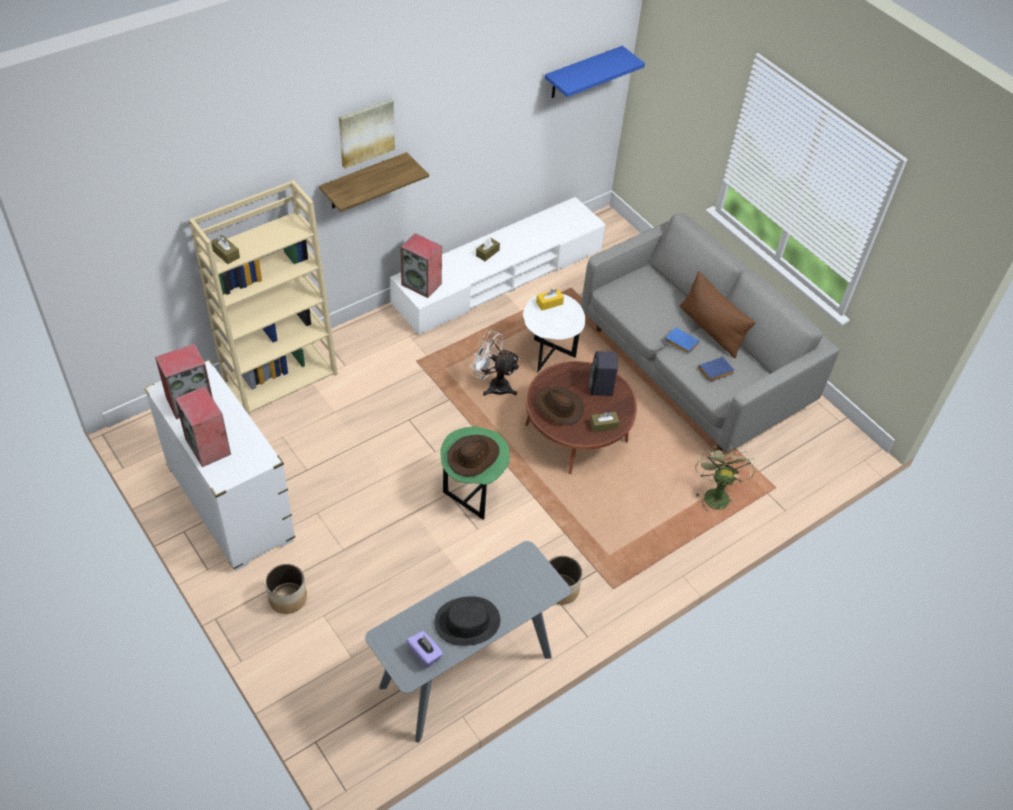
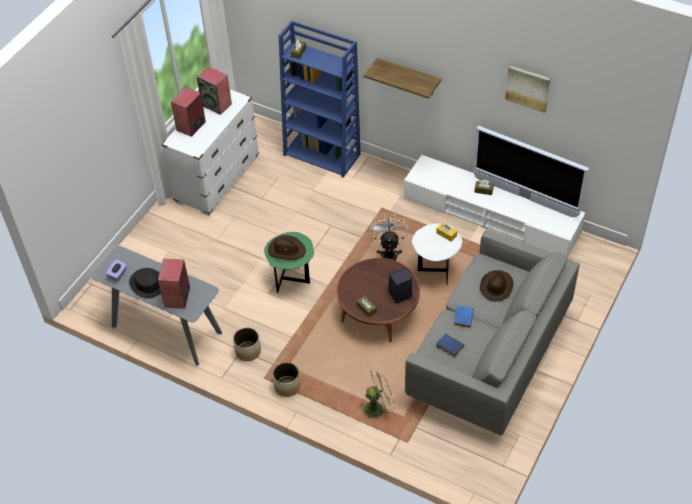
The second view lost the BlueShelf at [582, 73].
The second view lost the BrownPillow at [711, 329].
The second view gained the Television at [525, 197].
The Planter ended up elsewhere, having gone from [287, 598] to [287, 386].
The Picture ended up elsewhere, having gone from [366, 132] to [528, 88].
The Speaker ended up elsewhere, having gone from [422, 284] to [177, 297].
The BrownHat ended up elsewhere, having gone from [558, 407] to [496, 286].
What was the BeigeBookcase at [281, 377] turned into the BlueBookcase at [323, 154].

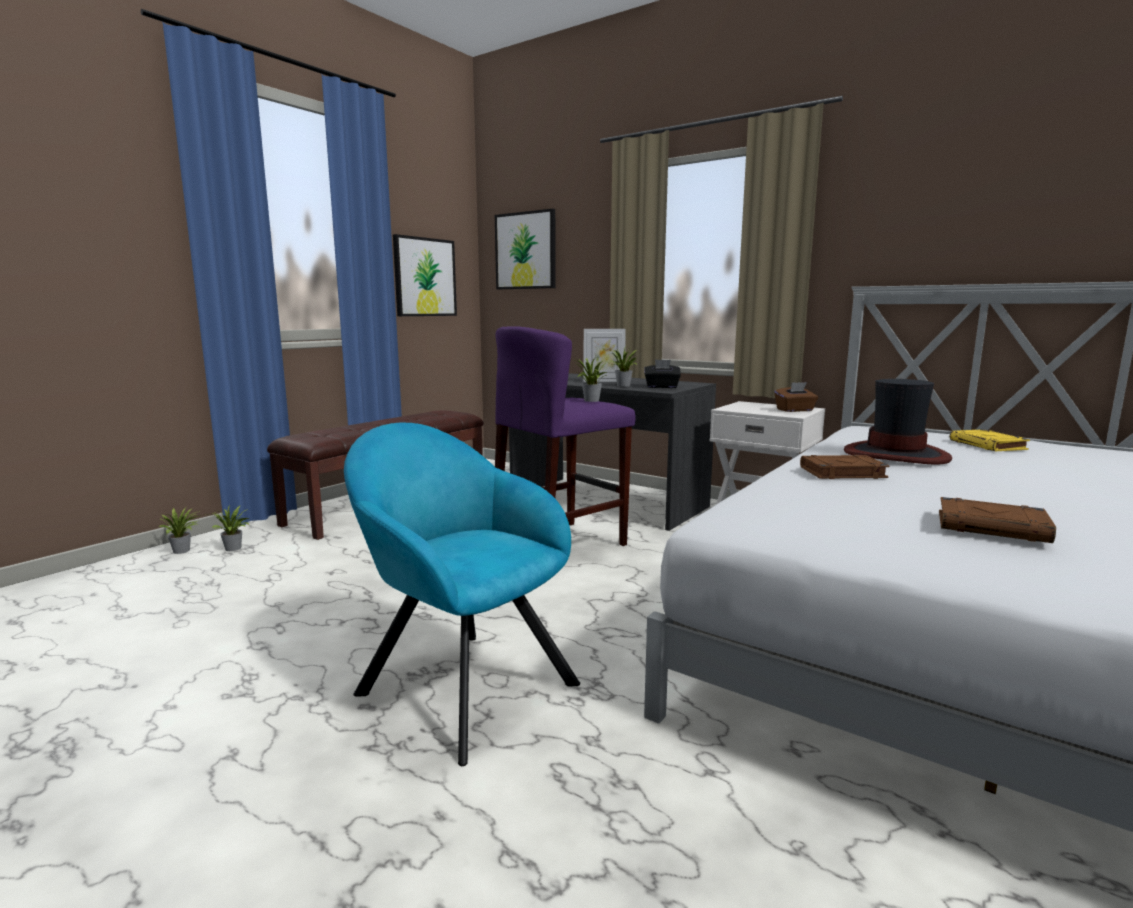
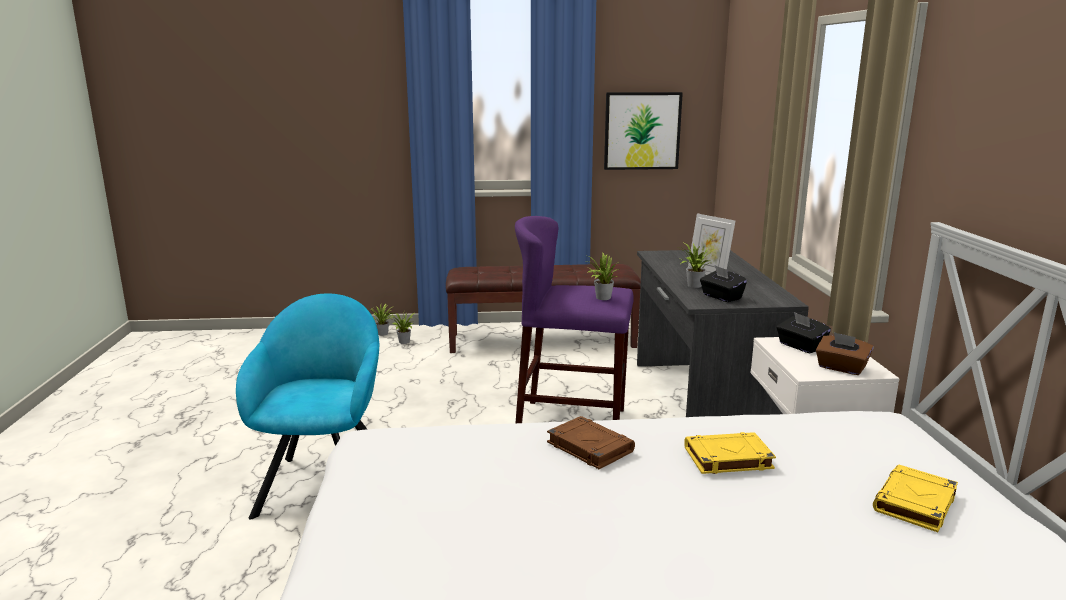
The second view lost the Picture at [526, 251].
The second view lost the BrownBook at [993, 527].
The second view gained the BlackTissueBox at [800, 346].
Where the Hat stood at [896, 455], the YellowBook came to stand at [727, 458].

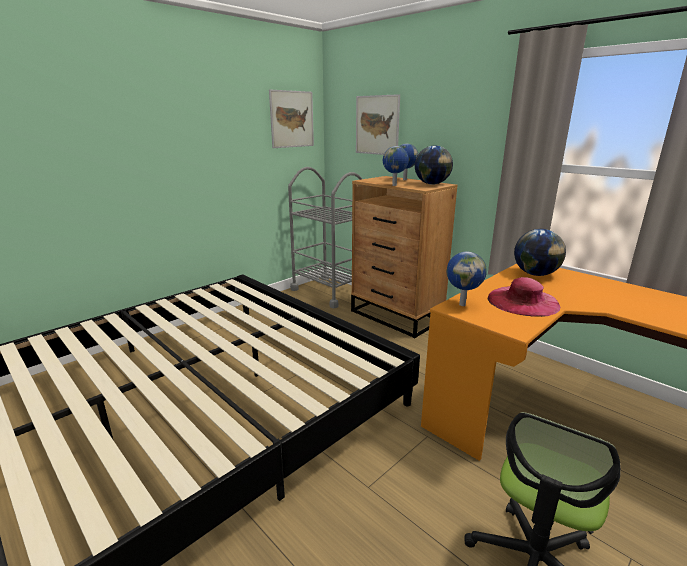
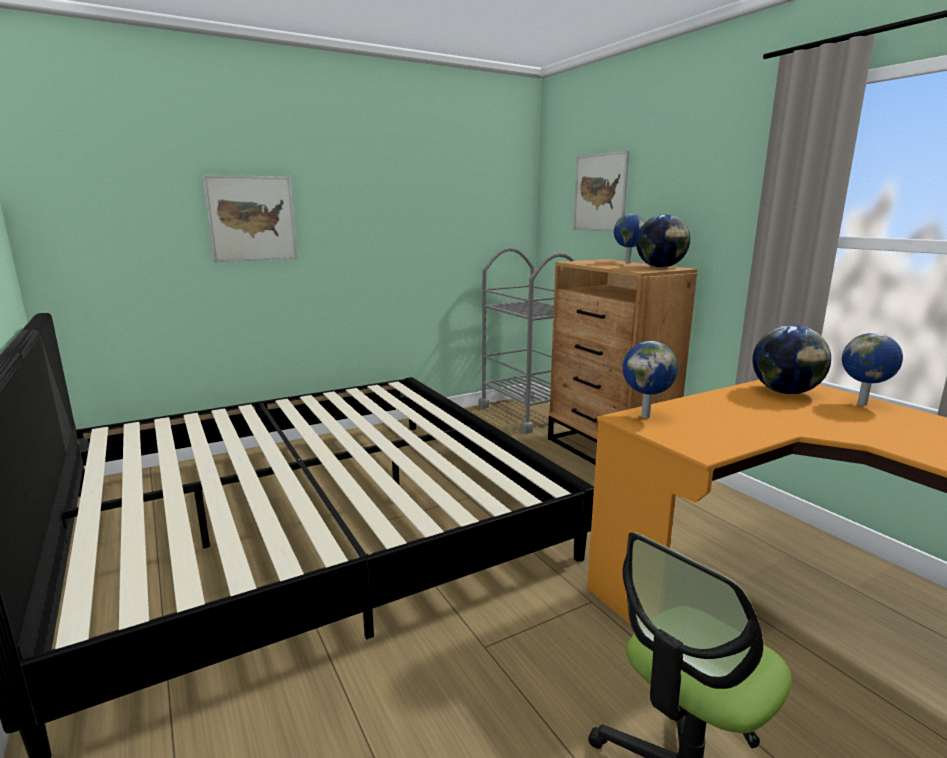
The second view lost the PinkHat at [523, 301].
The Picture ended up elsewhere, having gone from [292, 119] to [252, 218].
The Globe ended up elsewhere, having gone from [395, 185] to [863, 404].

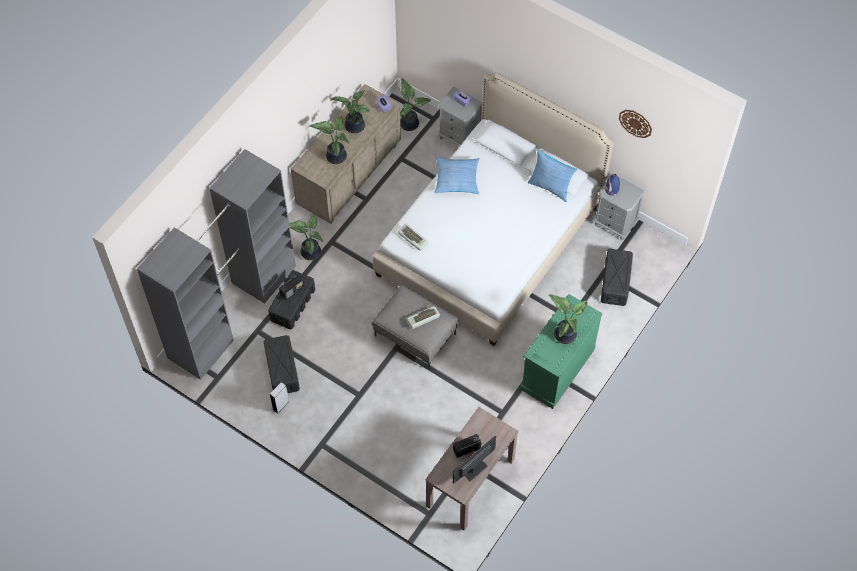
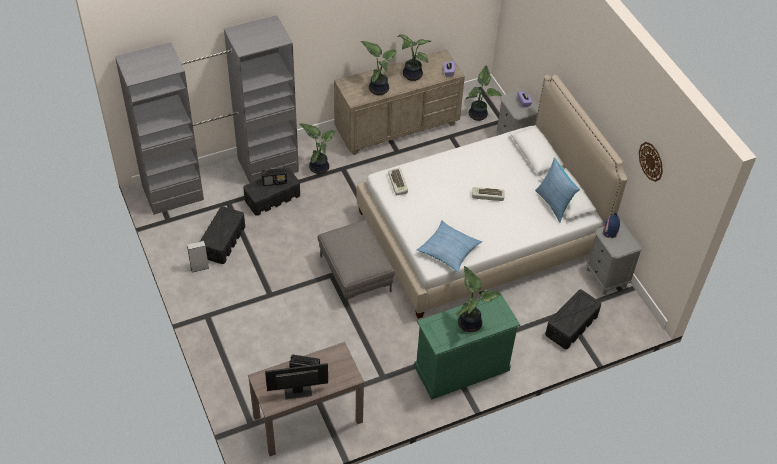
The Keyboard ended up elsewhere, having gone from [423, 319] to [487, 196].
The Pillow ended up elsewhere, having gone from [457, 179] to [448, 250].

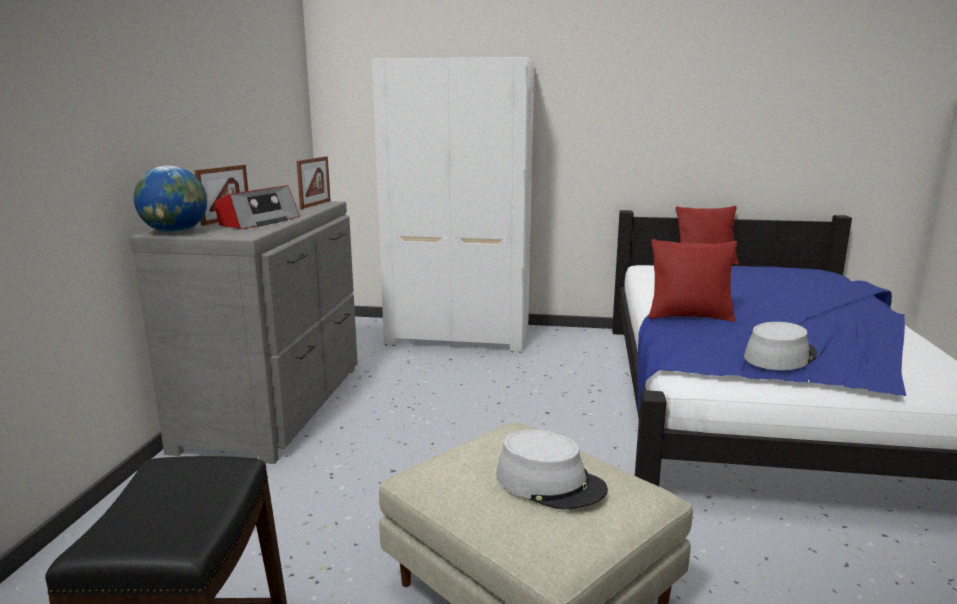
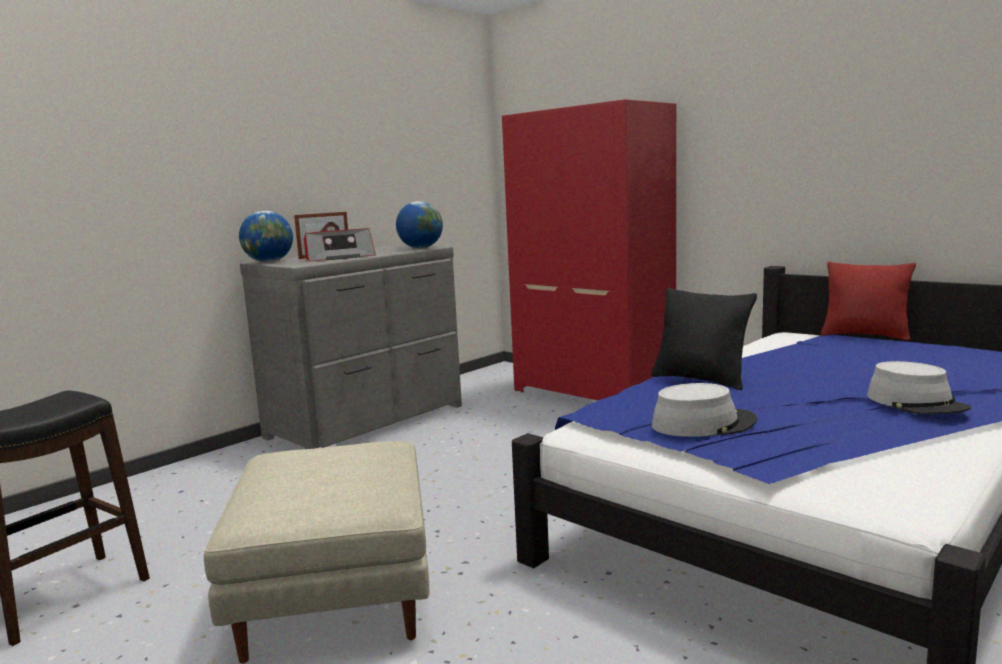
The GreyHat ended up elsewhere, having gone from [550, 483] to [916, 403].
Where the PictureFrame stood at [315, 204], the Globe came to stand at [421, 248].
What was the WhiteWardrobe at [460, 335] turned into the RedWardrobe at [595, 392].
What was the RedPillow at [689, 316] turned into the BlackPillow at [700, 380].

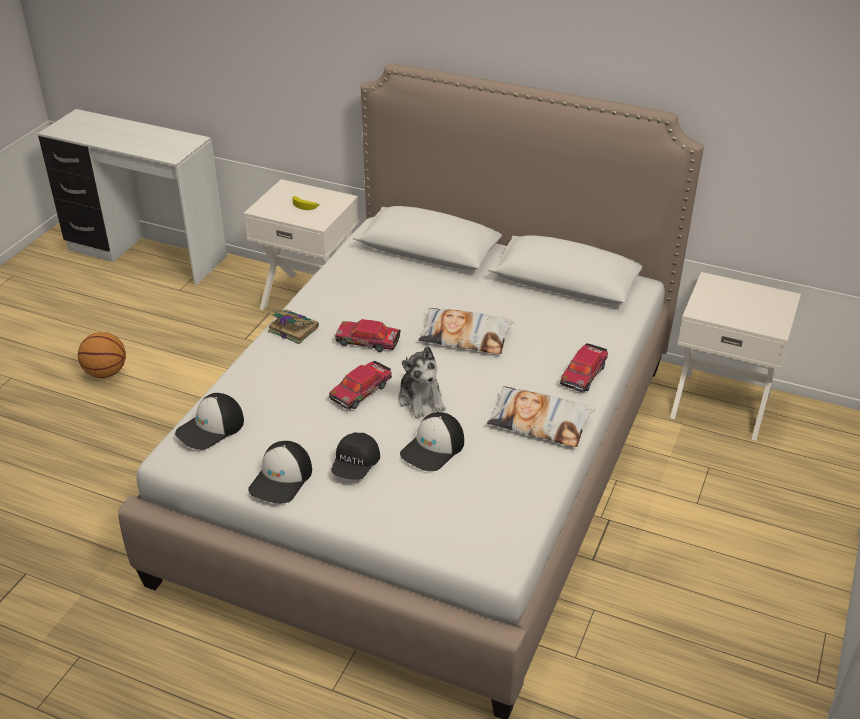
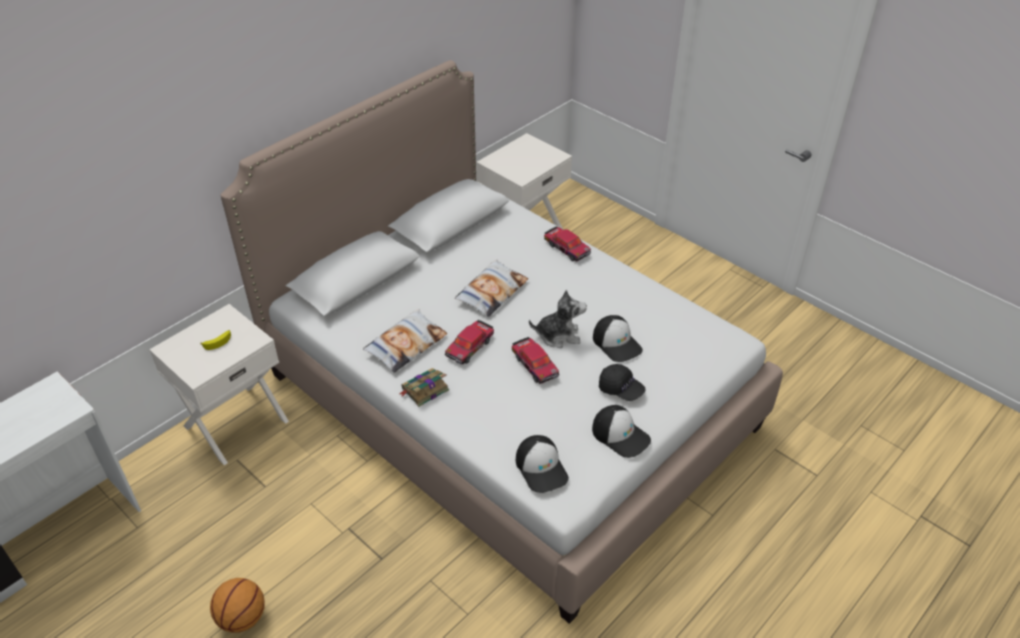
The Pillow ended up elsewhere, having gone from [539, 422] to [406, 345].

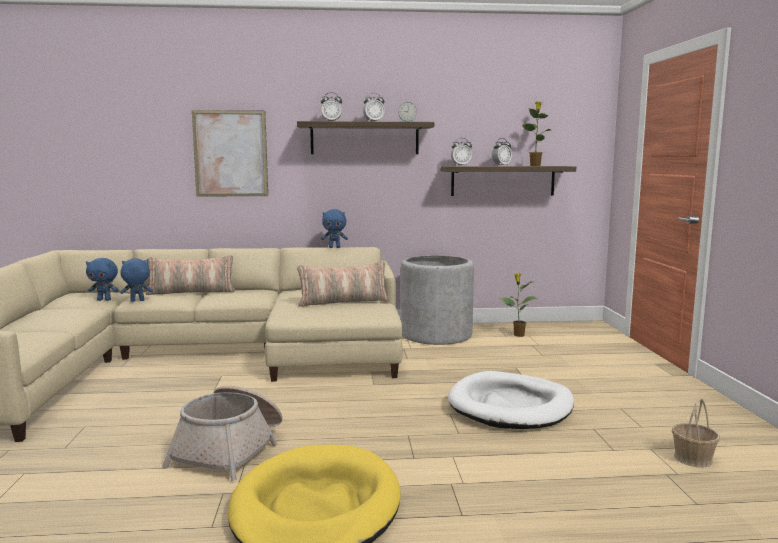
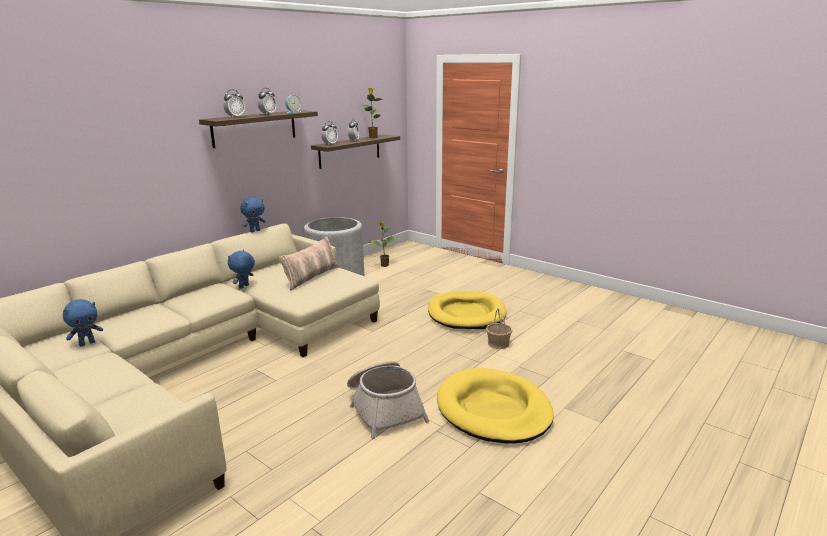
The second view lost the Pillow at [191, 292].
The second view lost the Picture at [230, 153].
The BluePlushToy ended up elsewhere, having gone from [137, 301] to [244, 287].
The Basket ended up elsewhere, having gone from [692, 458] to [498, 344].
What was the WhiteDogBed at [511, 406] turned into the YellowDogBed at [466, 314].

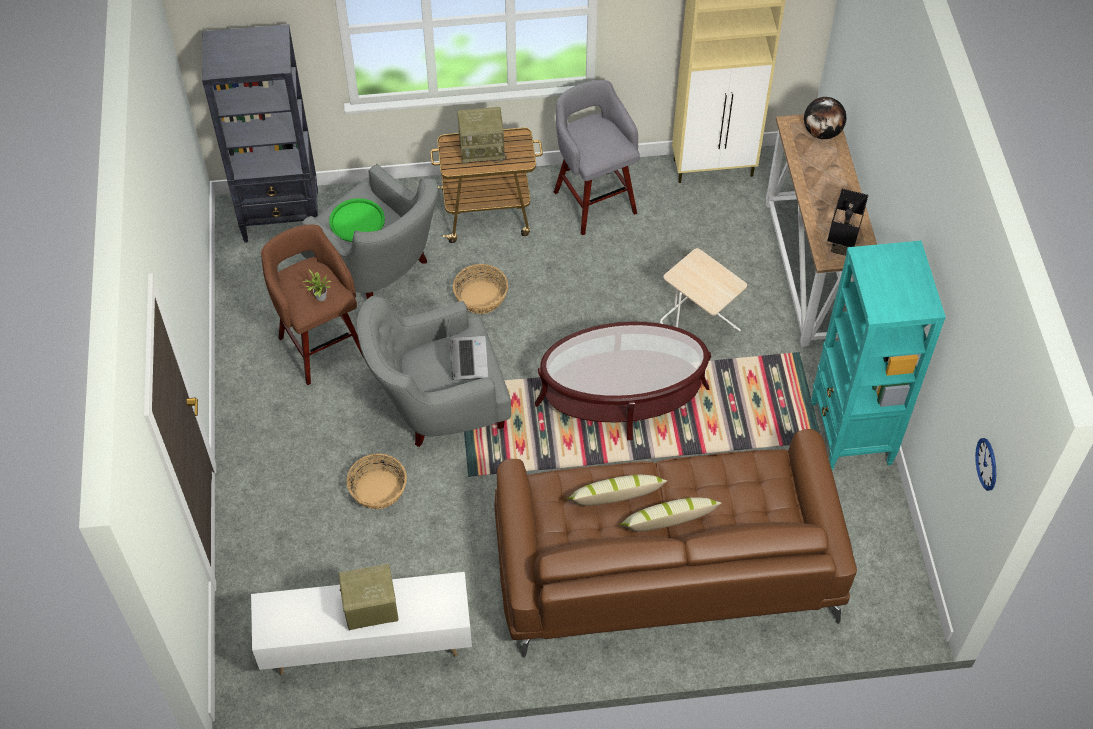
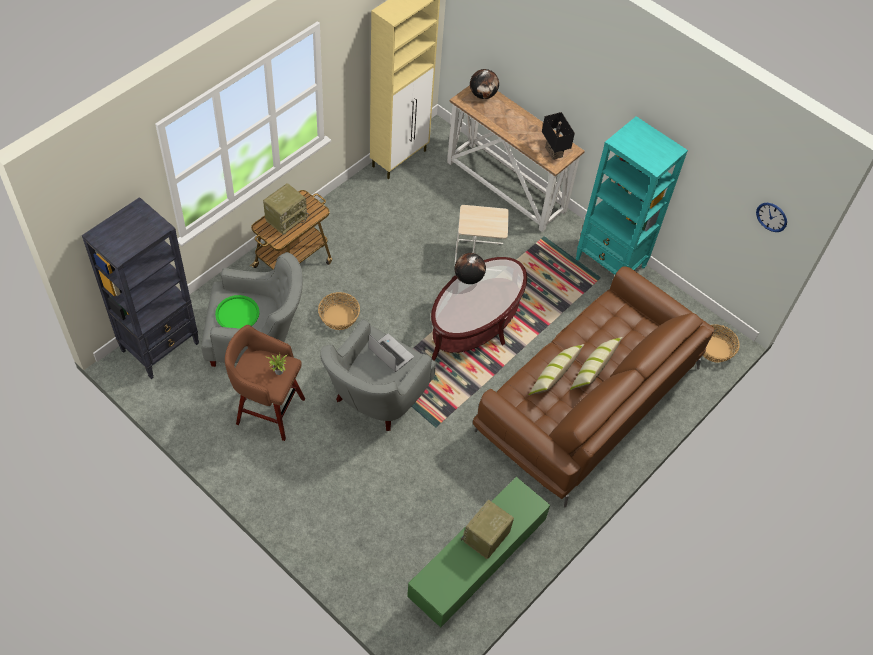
The second view lost the GreyStool at [594, 200].
The second view gained the Globe at [468, 278].
The Basket ended up elsewhere, having gone from [378, 490] to [714, 350].
What was the WhiteTvStand at [367, 645] turned into the GreenTvStand at [474, 567].

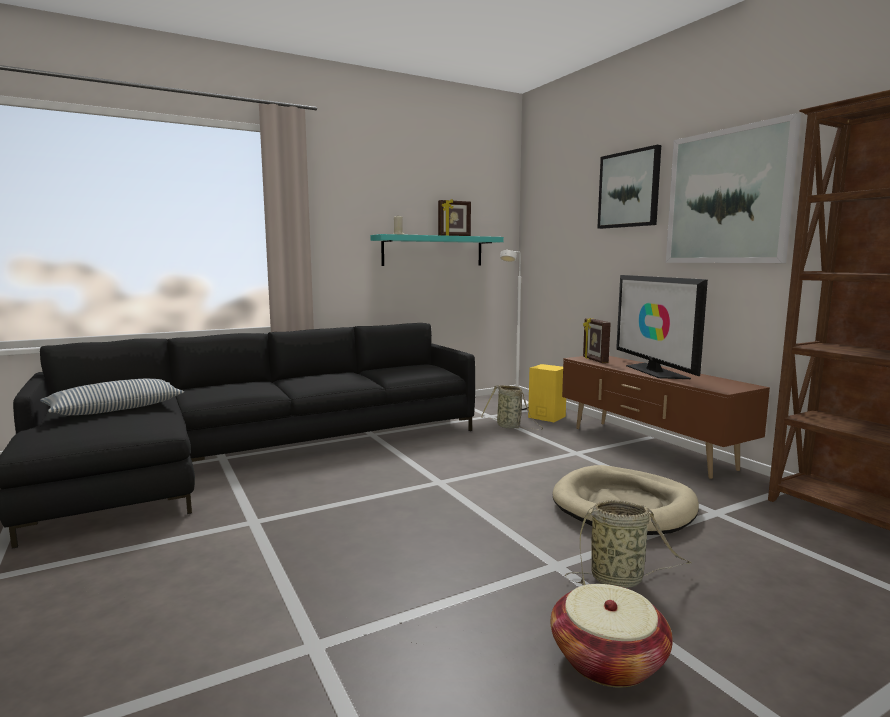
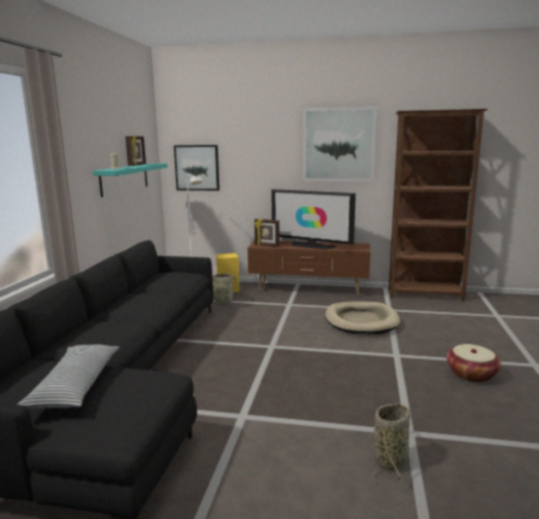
The Basket ended up elsewhere, having gone from [620, 579] to [391, 460].
The Picture ended up elsewhere, having gone from [629, 189] to [197, 167].

